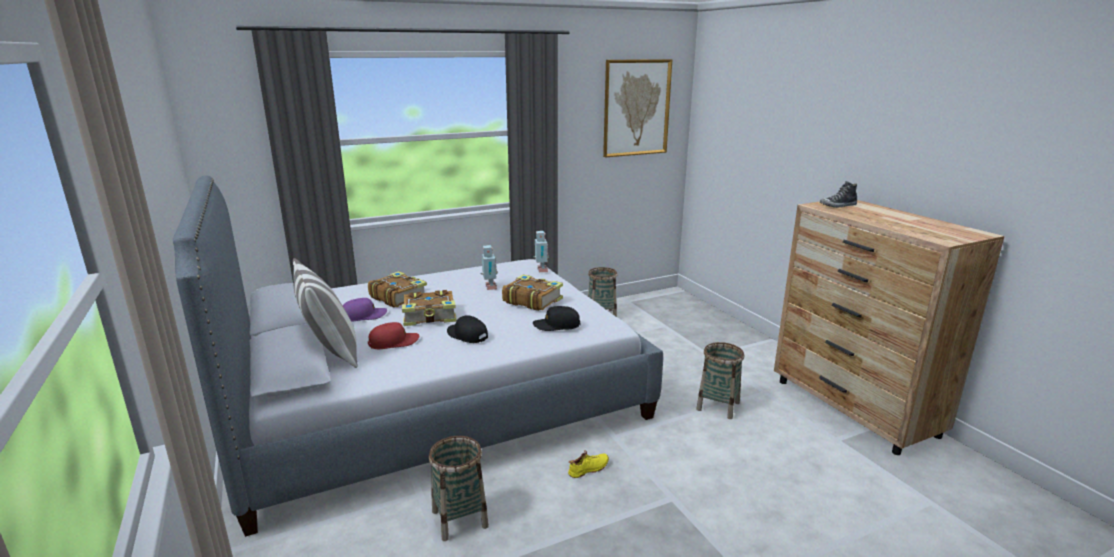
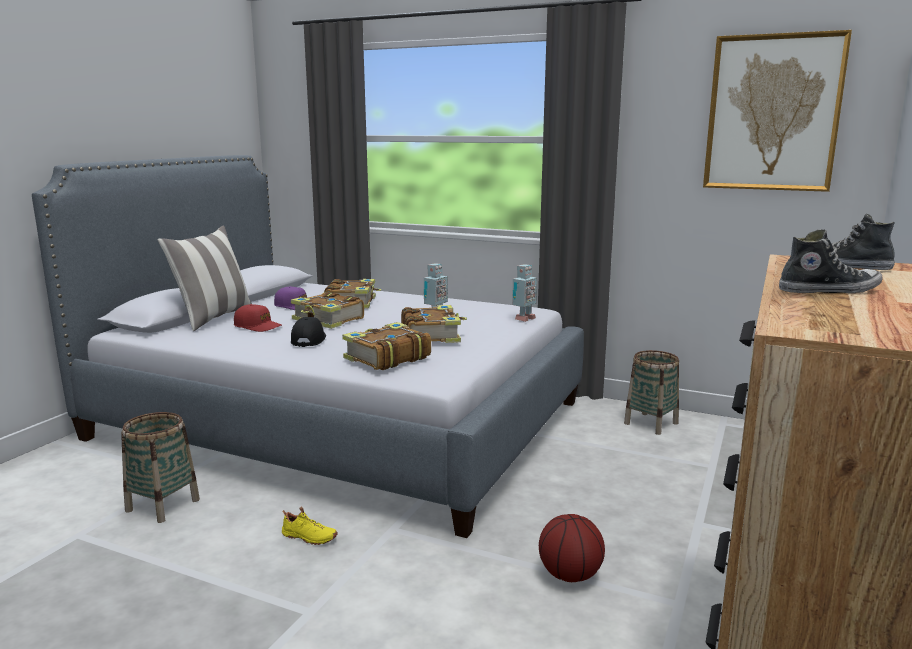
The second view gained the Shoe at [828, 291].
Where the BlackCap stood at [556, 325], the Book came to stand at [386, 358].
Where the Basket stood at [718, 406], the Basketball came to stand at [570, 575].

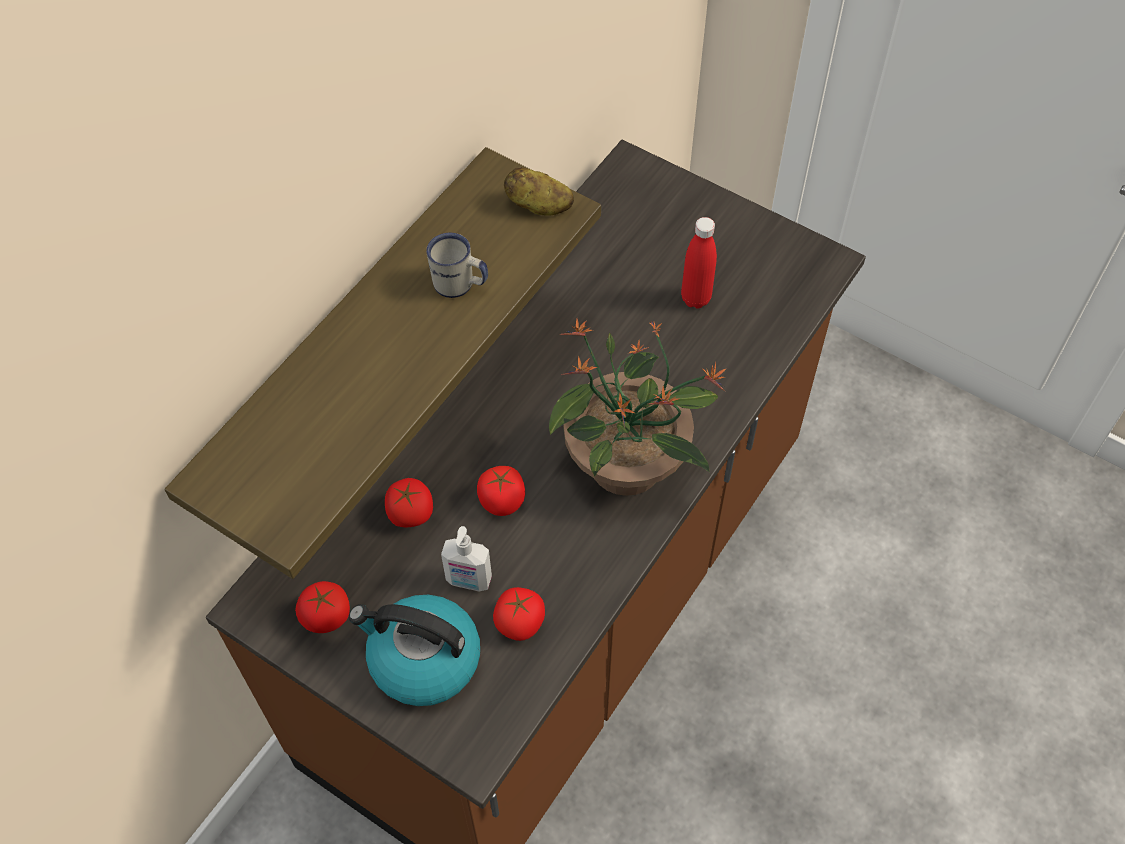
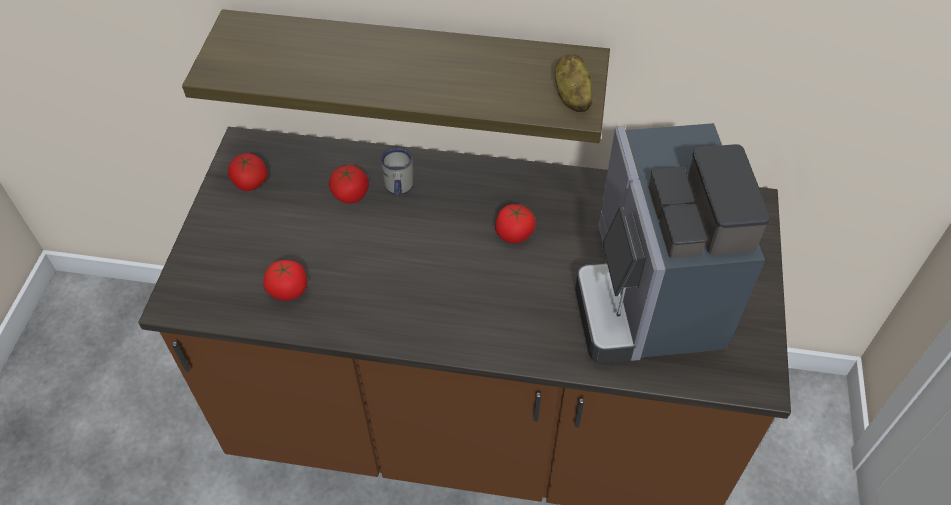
The second view lost the Kettle at [422, 659].
The second view lost the SoapDispenser at [468, 581].
The second view lost the PottedPlant at [628, 465].
The WhiteMug ended up elsewhere, having gone from [460, 286] to [398, 189].
The Tomato ended up elsewhere, having gone from [502, 500] to [514, 234].
Where the RedBottle stood at [695, 298], the CoffeeMachine came to stand at [648, 296].

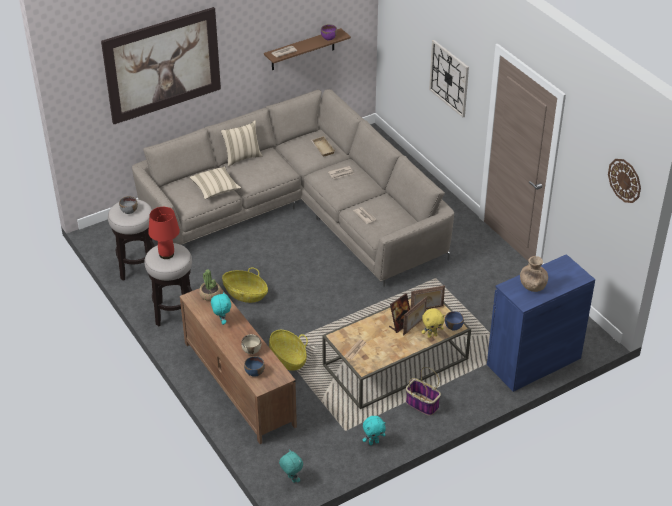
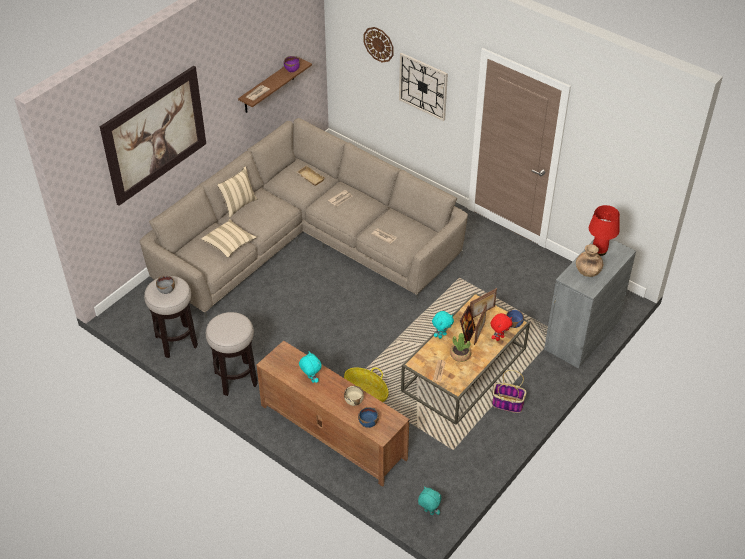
The second view lost the Basket at [245, 294].
The RedTableLamp ended up elsewhere, having gone from [167, 254] to [599, 250].
The PottedPlant ended up elsewhere, having gone from [210, 294] to [460, 354].
The TurquoisePlushToy ended up elsewhere, having gone from [373, 442] to [442, 335].
The WallClock ended up elsewhere, having gone from [624, 180] to [378, 44].
What was the YellowPlushToy at [432, 335] turned into the RedPlushToy at [499, 337].
What was the BlueCabinet at [533, 361] turned into the GreyCabinet at [582, 335].

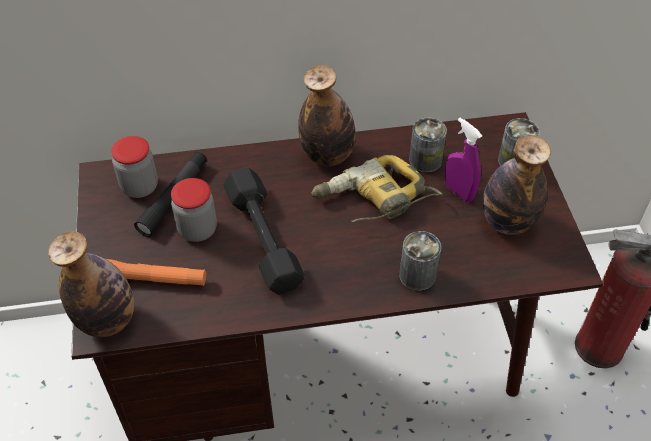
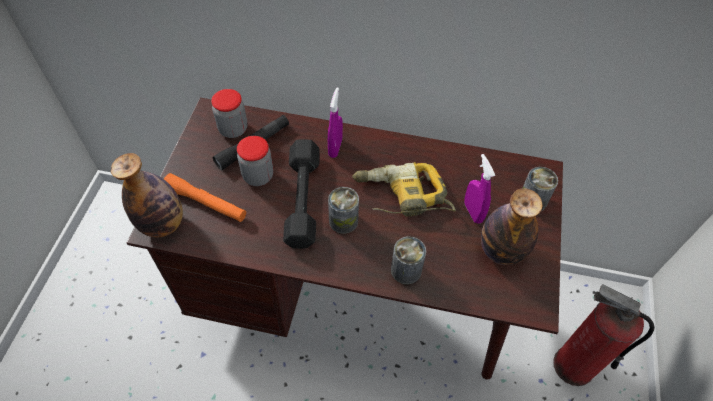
The second view lost the Bottle at [327, 155].
The second view gained the PurpleSprayBottle at [335, 148].
The Can ended up elsewhere, having gone from [425, 160] to [343, 221].

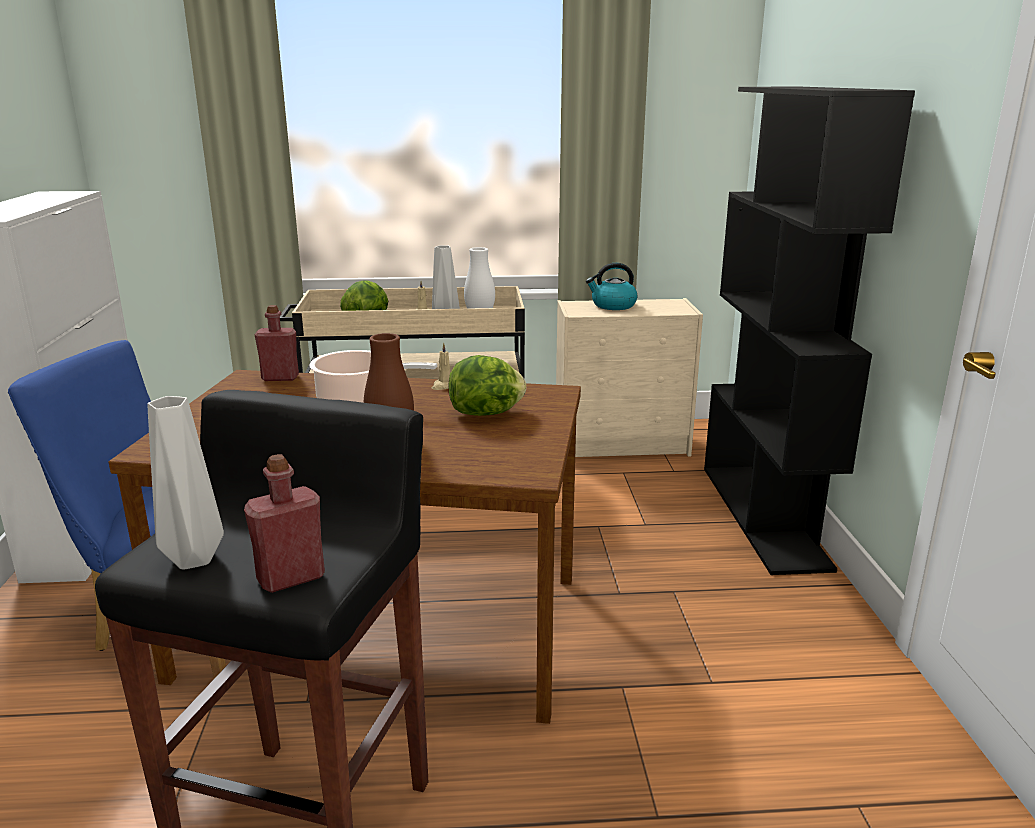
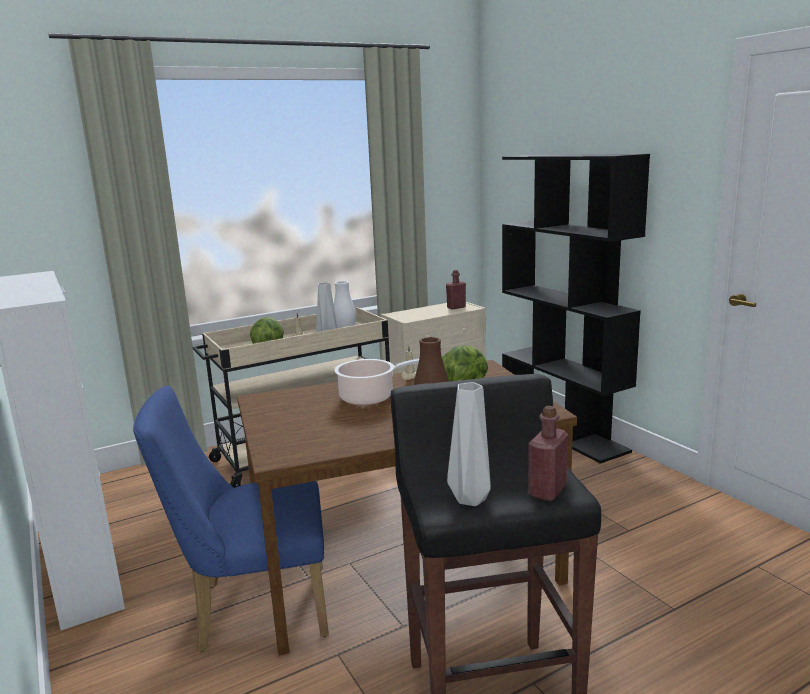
The second view lost the Kettle at [613, 305].
The RedBottle ended up elsewhere, having gone from [280, 378] to [456, 307].

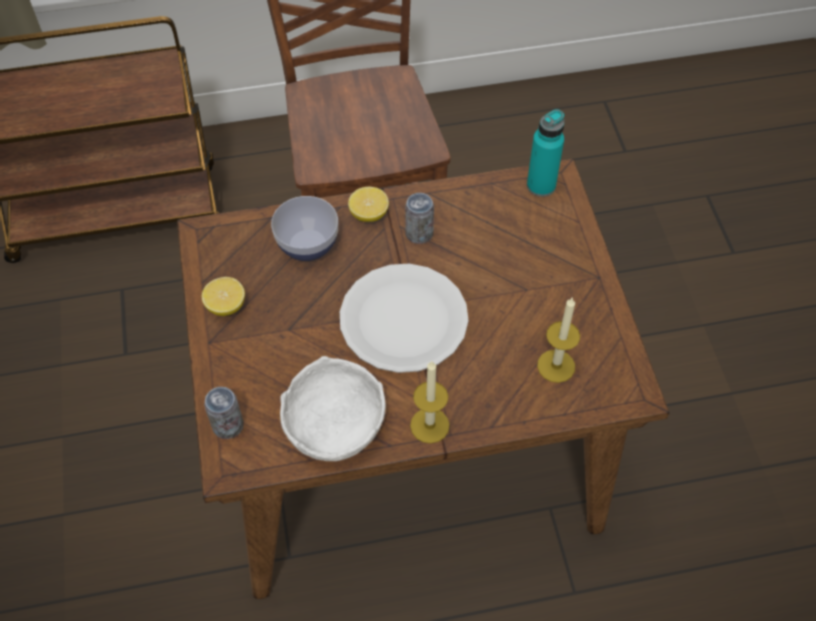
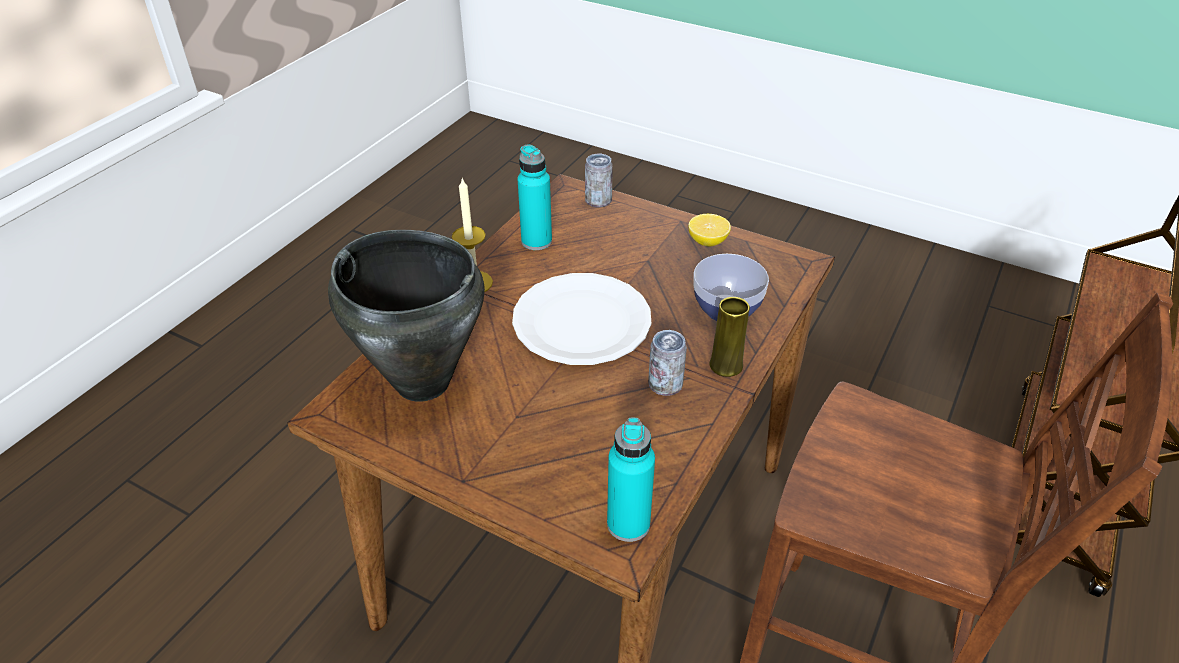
Where the WhiteBowl stood at [333, 425], the TurquoiseBottle came to stand at [536, 241].
Where the Lemon stood at [369, 214], the YellowVase came to stand at [726, 365].
Where the Candle stood at [556, 366], the BlackCookingPot came to stand at [422, 381].

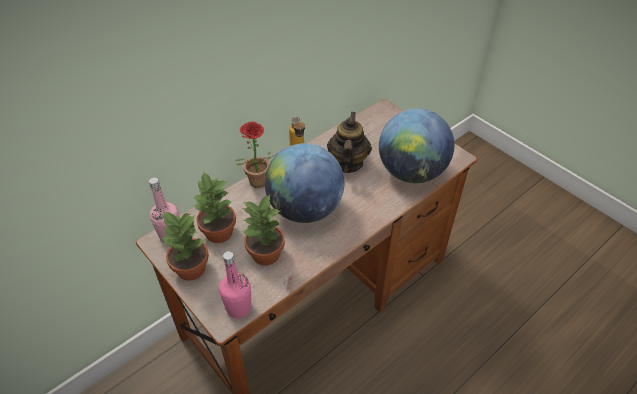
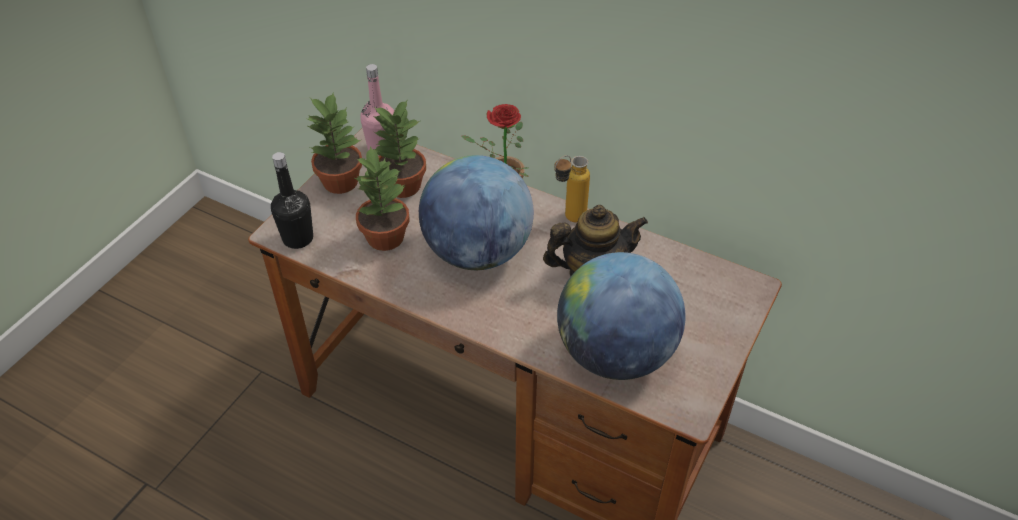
What was the PinkBottle at [238, 308] turned into the BlackBottle at [298, 238].

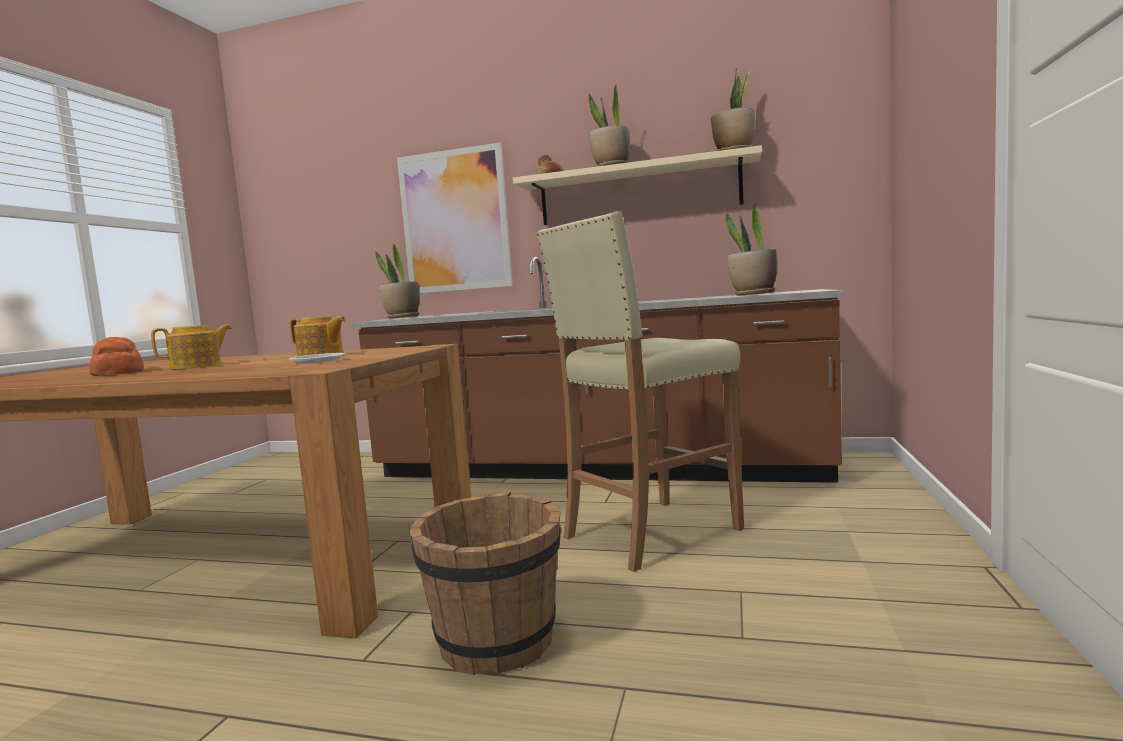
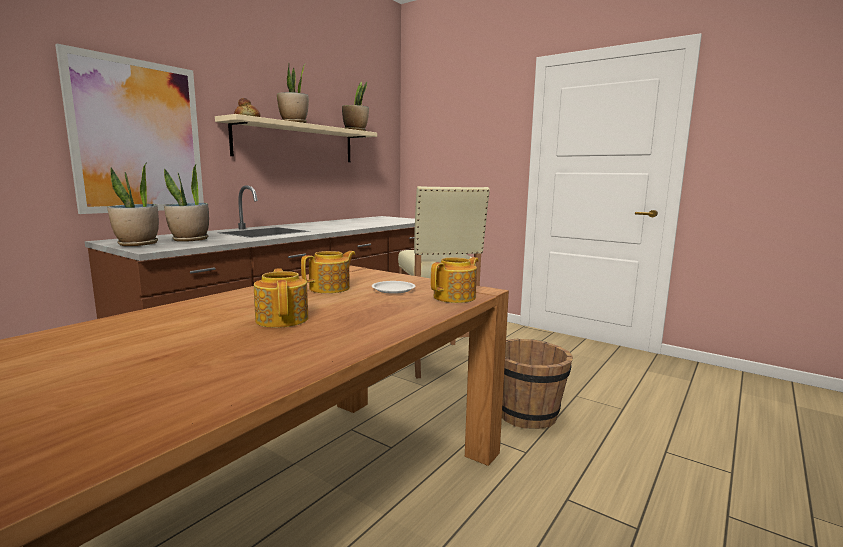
The second view lost the Bread at [118, 372].
The second view gained the Teapot at [455, 297].
The PottedPlant ended up elsewhere, having gone from [753, 294] to [190, 240].

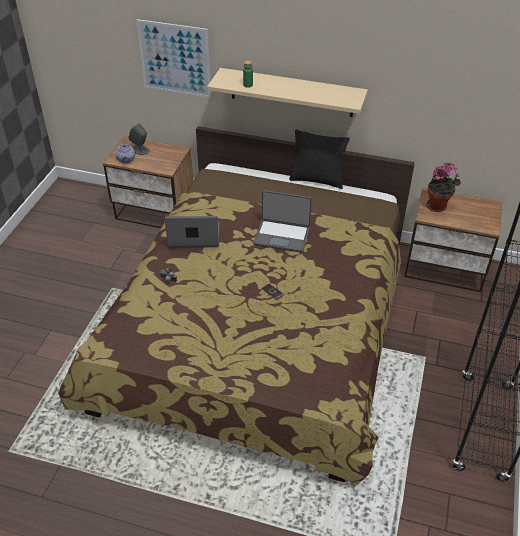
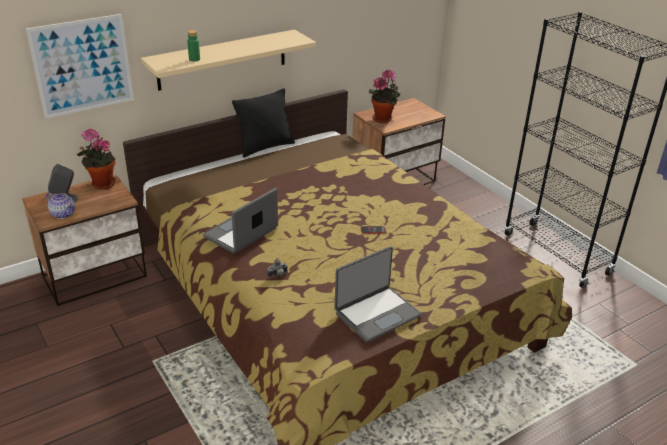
The second view gained the PottedPlant at [101, 184].
The Laptop ended up elsewhere, having gone from [282, 236] to [376, 314].

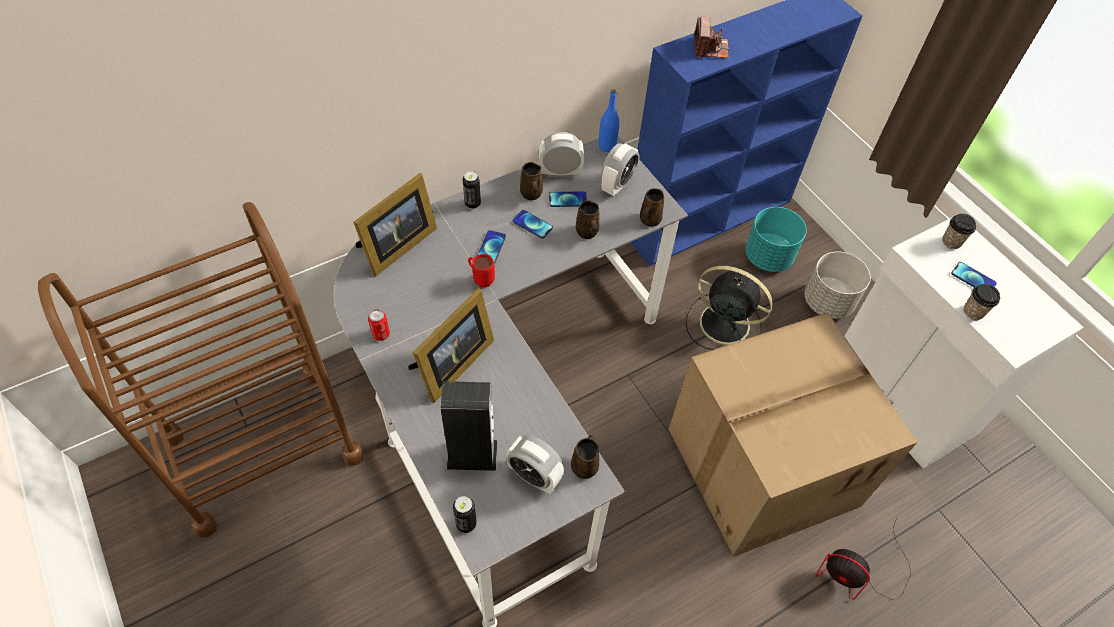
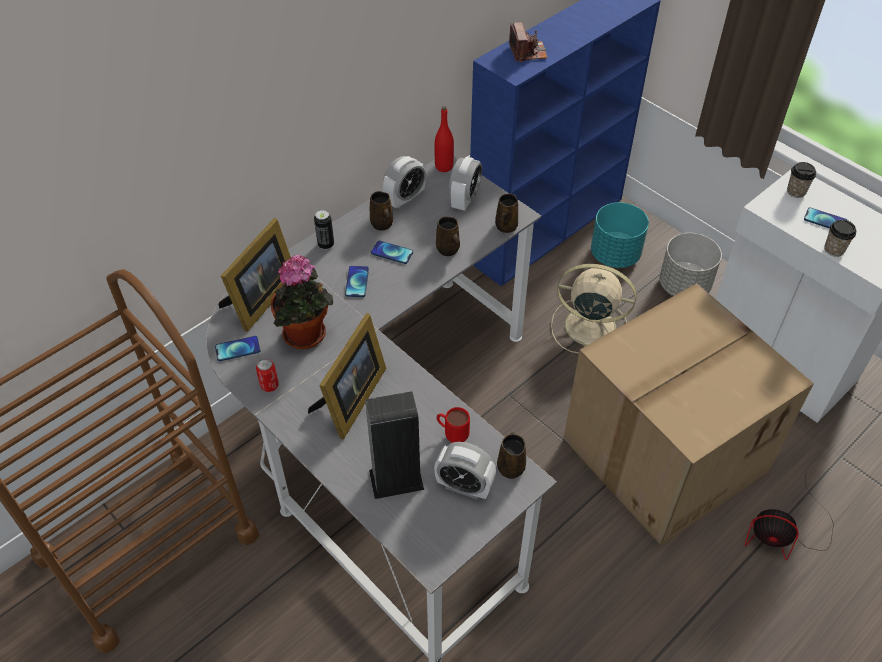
The second view lost the Can at [466, 524].
The second view gained the PottedPlant at [307, 336].
The RedMug ended up elsewhere, having gone from [481, 279] to [452, 435].
The Phone ended up elsewhere, having gone from [567, 200] to [237, 349].
What was the BlueBottle at [607, 146] turned into the RedBottle at [444, 167].
What was the BlackFan at [722, 322] turned into the BeigeFan at [587, 326].
The AlarmClock at [560, 173] ended up facing another way, 150 degrees clockwise from before.

